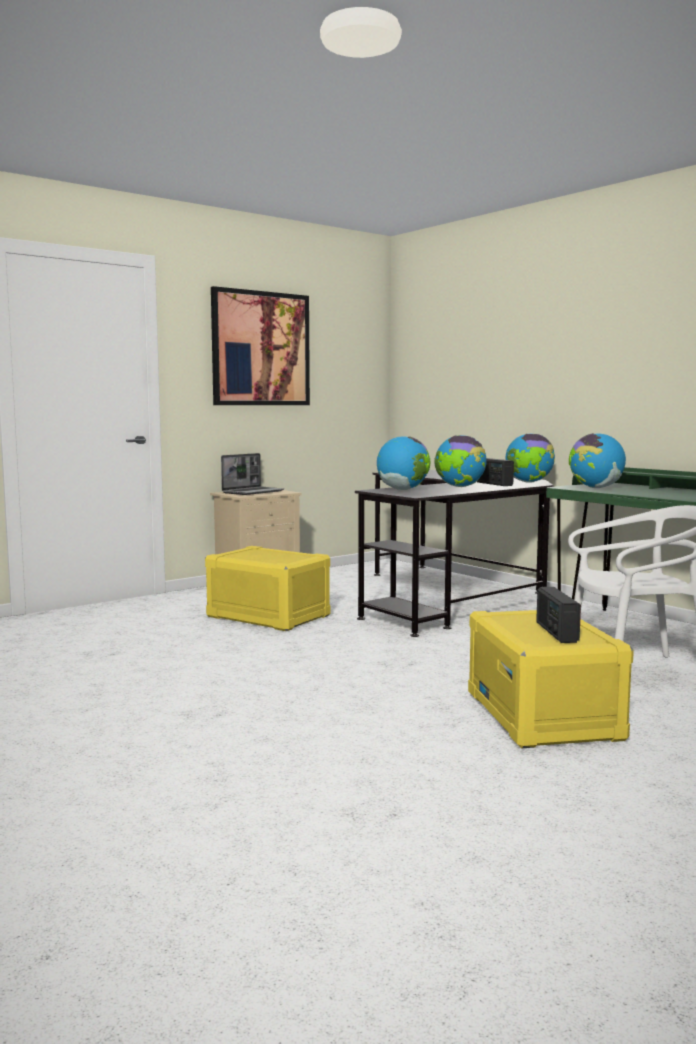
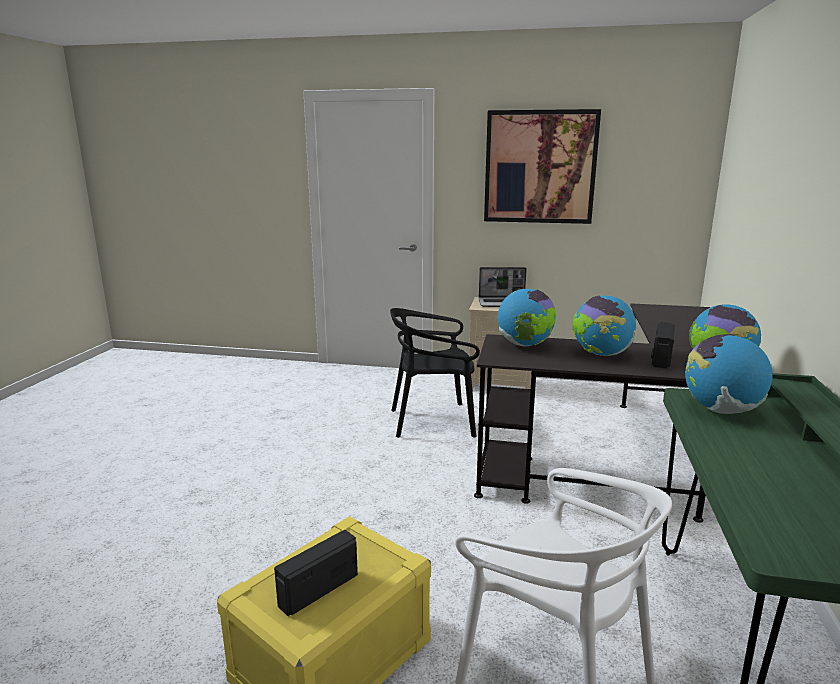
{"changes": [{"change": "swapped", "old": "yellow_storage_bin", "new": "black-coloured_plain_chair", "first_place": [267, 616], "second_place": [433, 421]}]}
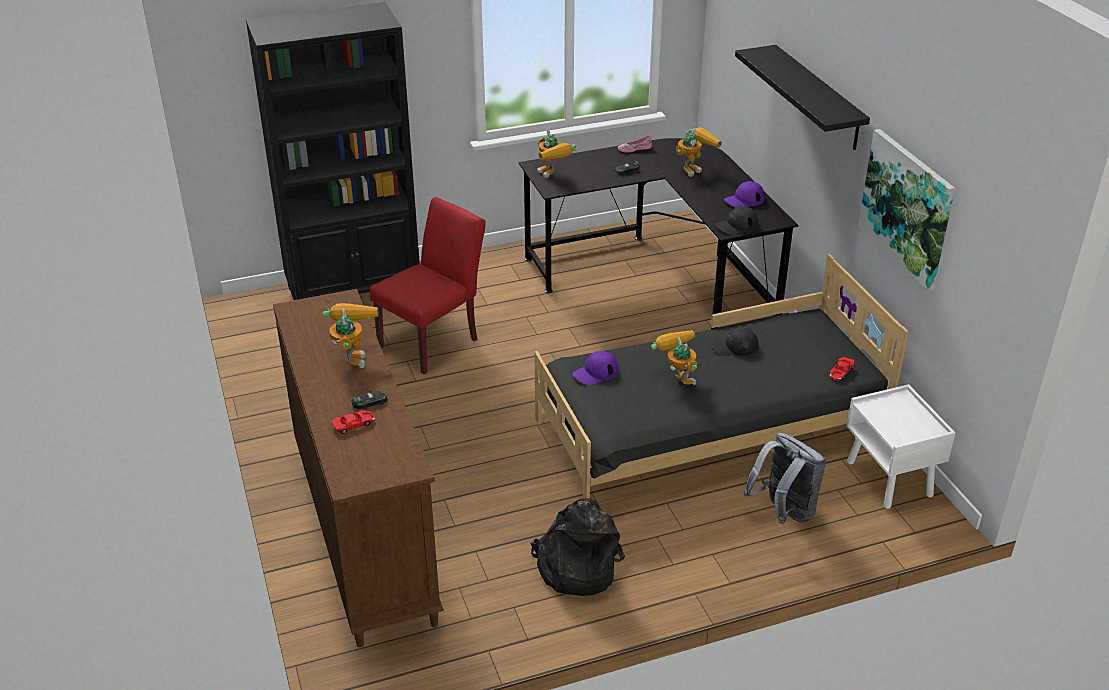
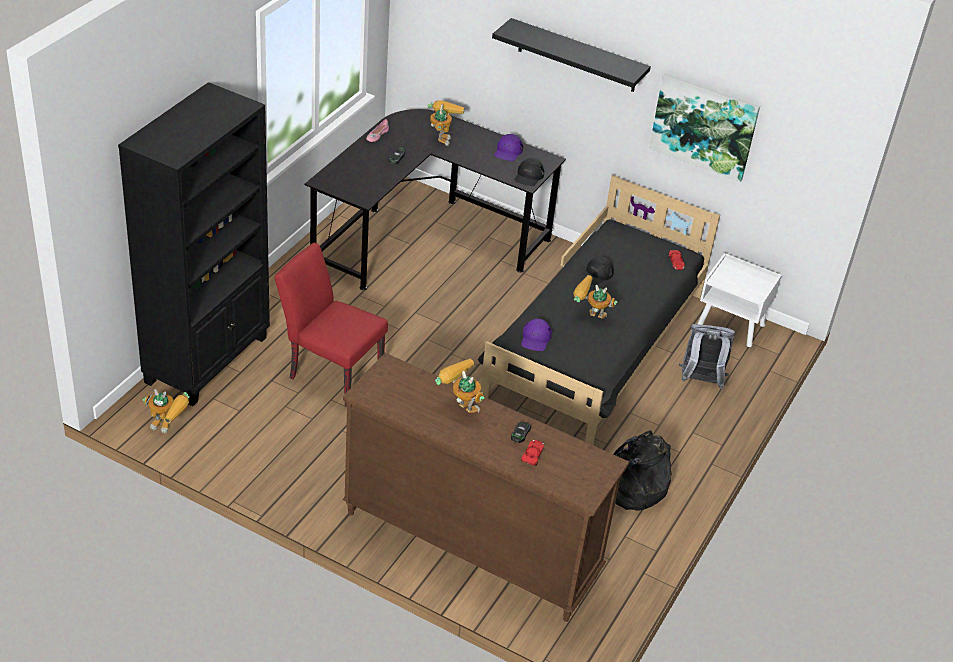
{"changes": [{"change": "shifted", "old": "robot_figure", "first_place": [553, 175], "second_place": [169, 426]}, {"change": "rotated", "old": "red-coloured_plain_chair", "first_place": [434, 340], "second_place": [330, 372], "degrees": -60}]}
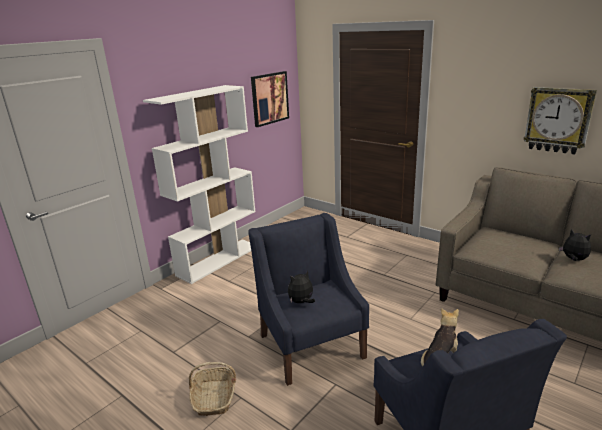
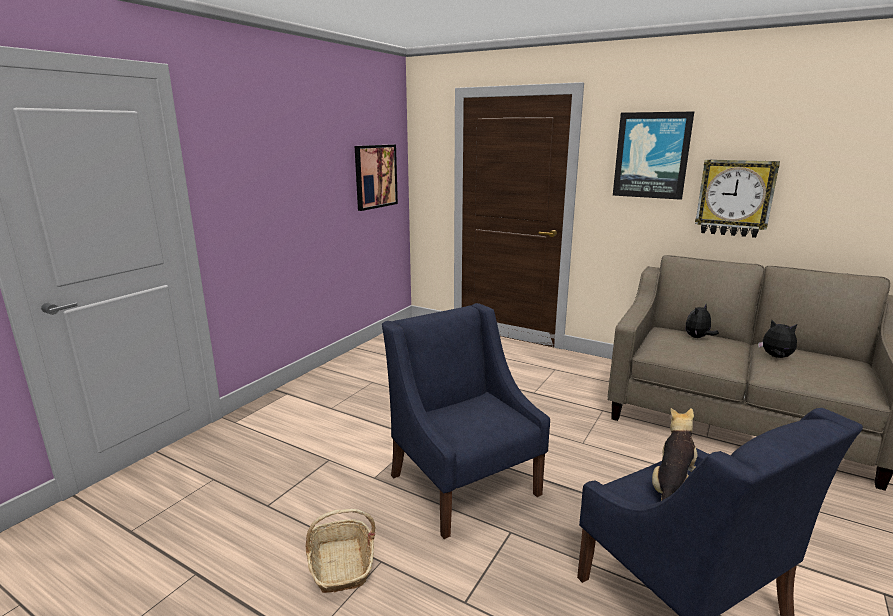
{"changes": [{"change": "new", "new": "wall_picture", "second_place": [651, 155]}, {"change": "shifted", "old": "plush_toy", "first_place": [301, 302], "second_place": [698, 337]}, {"change": "gone", "old": "white_shelving_unit", "first_place": [219, 260]}]}
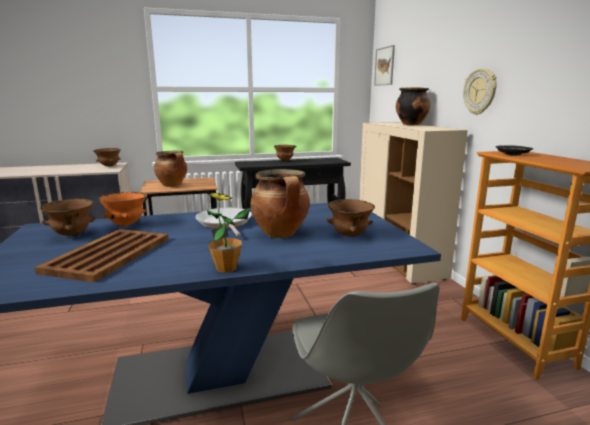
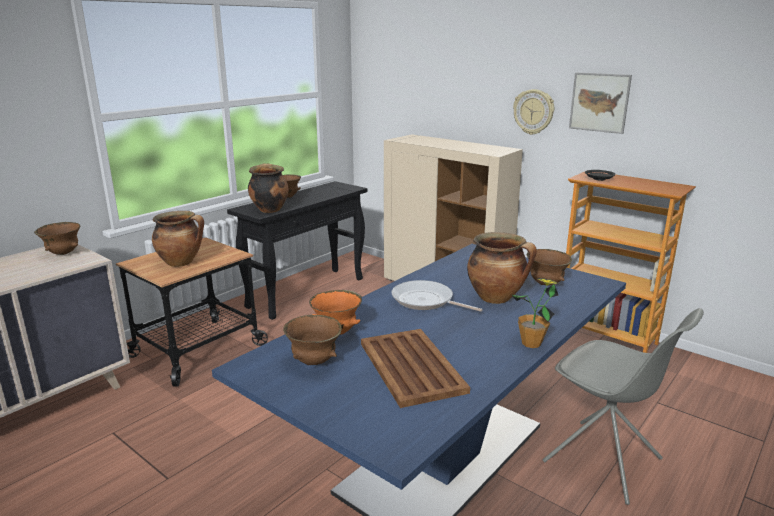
{"changes": [{"change": "shifted", "old": "cooking_pot", "first_place": [411, 124], "second_place": [269, 209]}, {"change": "shifted", "old": "wall_picture", "first_place": [384, 66], "second_place": [599, 102]}]}
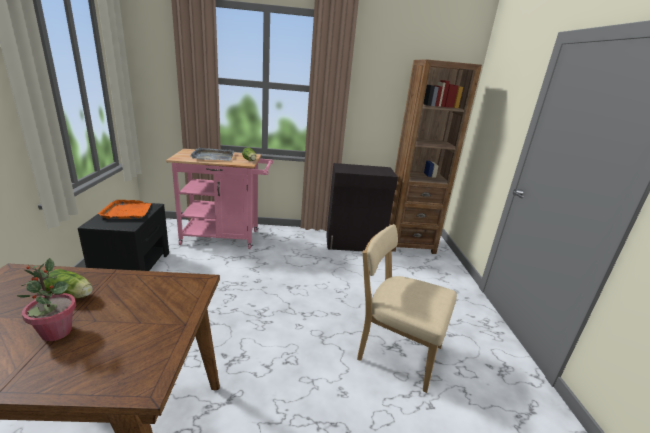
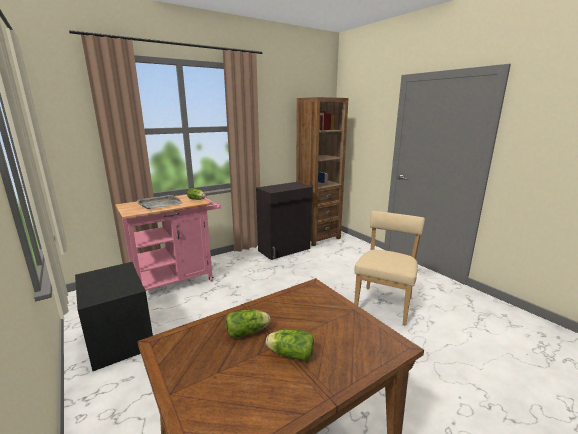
{"changes": [{"change": "swapped", "old": "potted_plant", "new": "head_of_lettuce", "first_place": [56, 332], "second_place": [289, 354]}, {"change": "rotated", "old": "beige-coloured_plain_chair", "first_place": [395, 351], "second_place": [384, 303], "degrees": 120}, {"change": "gone", "old": "orange_carrying_tray", "first_place": [127, 211]}]}
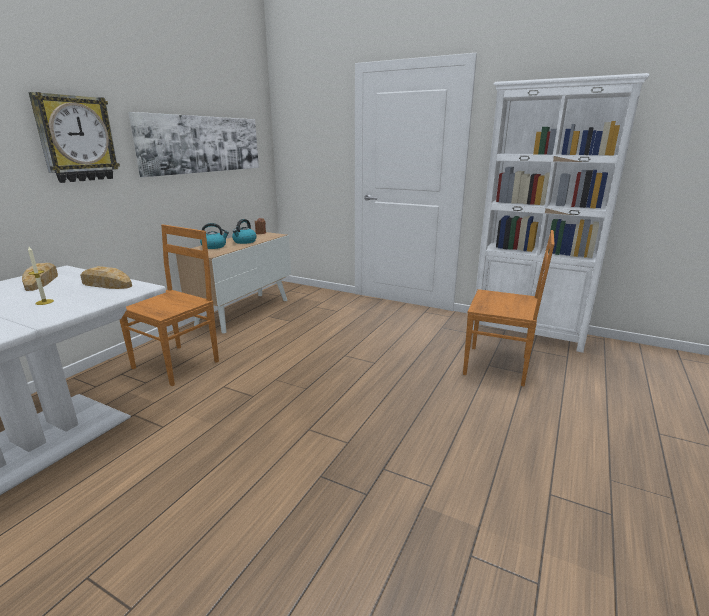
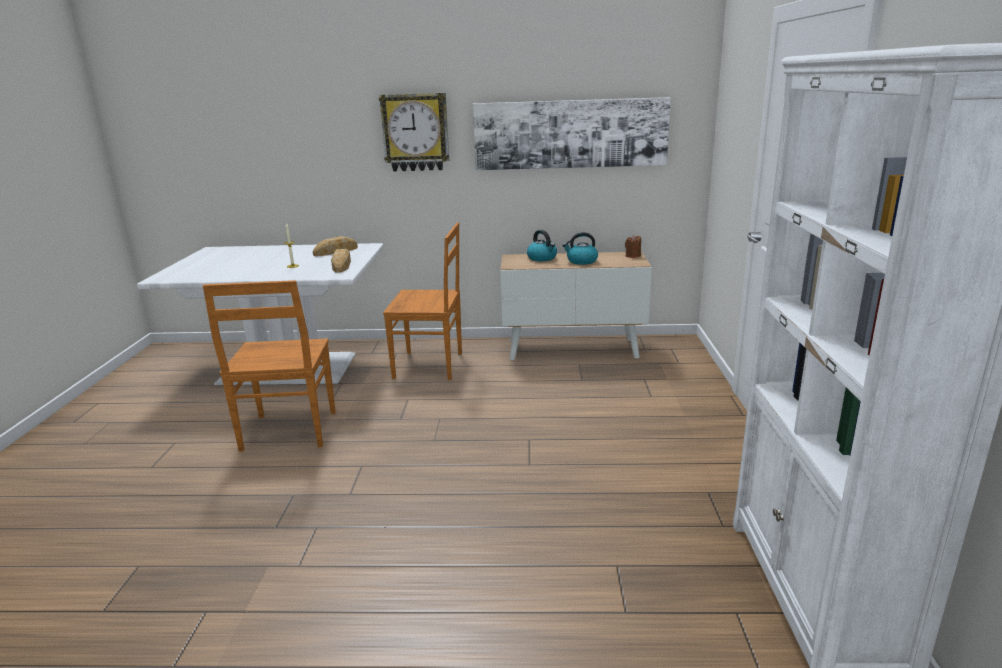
{"changes": [{"change": "shifted", "old": "brown_plain_chair", "first_place": [498, 366], "second_place": [288, 432]}]}
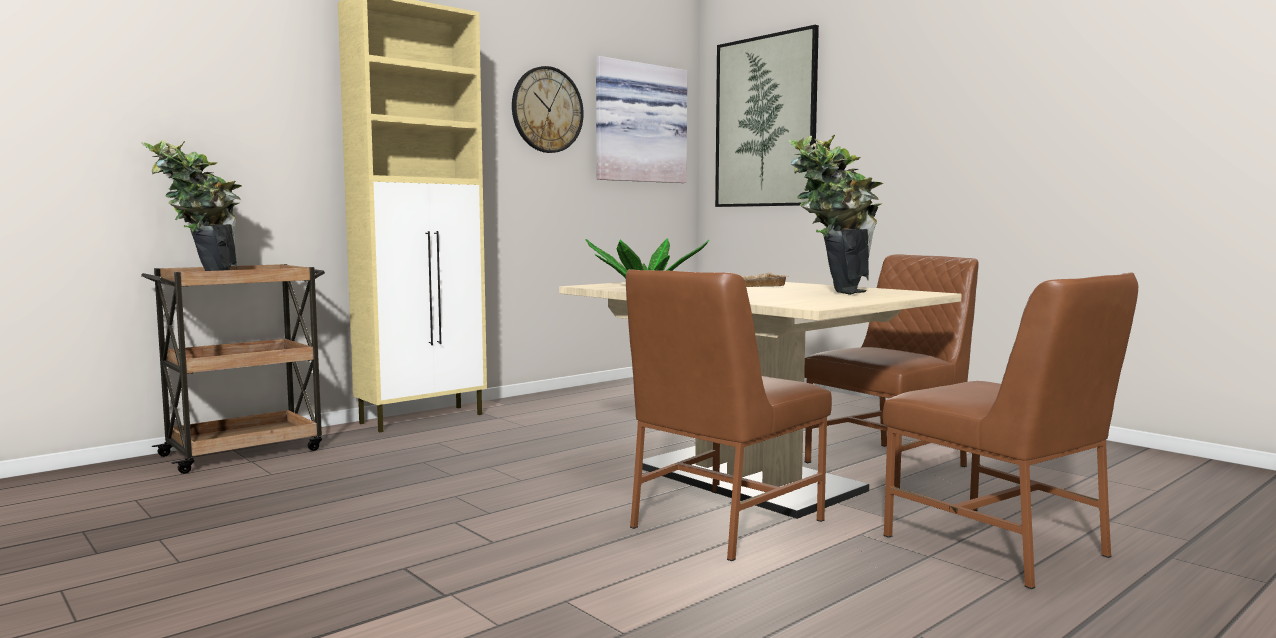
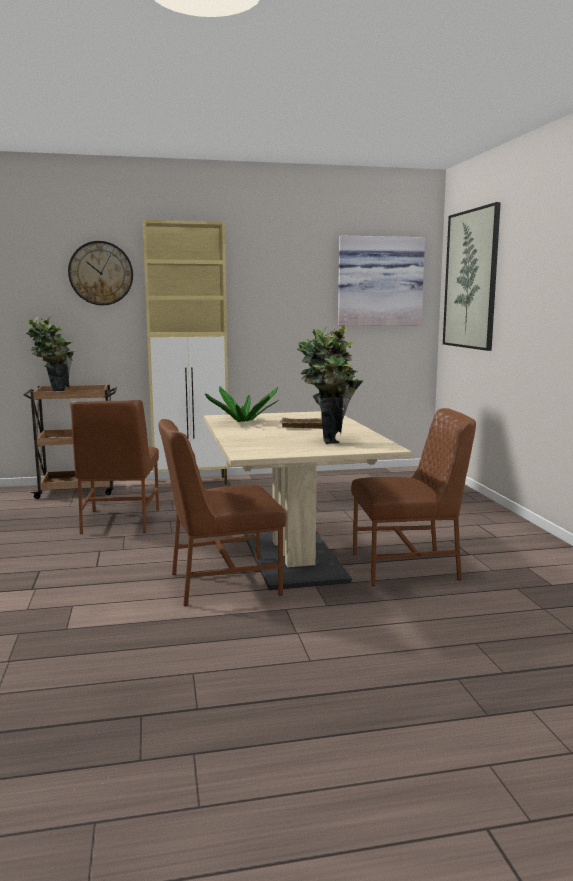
{"changes": [{"change": "shifted", "old": "wall_clock", "first_place": [547, 110], "second_place": [101, 273]}, {"change": "shifted", "old": "brown_plain_chair", "first_place": [999, 546], "second_place": [119, 521]}]}
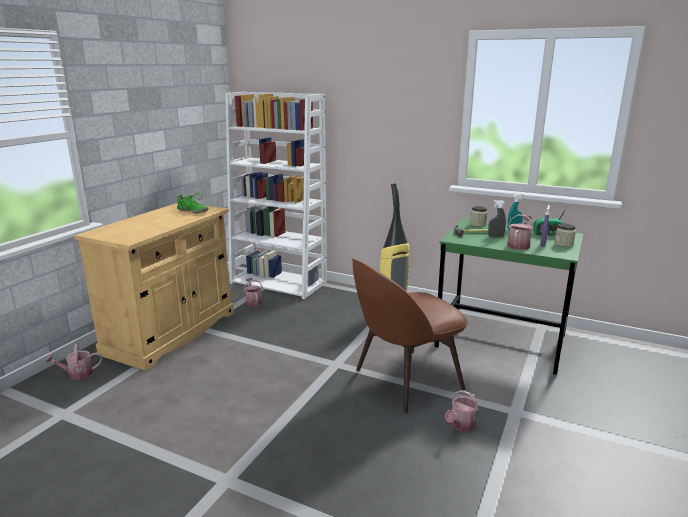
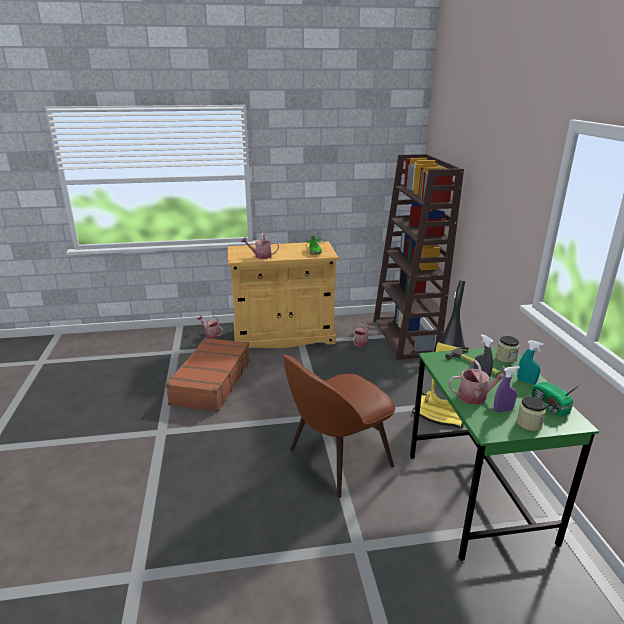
{"changes": [{"change": "new", "new": "brown_piece_of_luggage", "second_place": [211, 382]}, {"change": "shifted", "old": "watering_pot", "first_place": [460, 425], "second_place": [260, 256]}, {"change": "rotated", "old": "brown_plain_chair", "first_place": [404, 380], "second_place": [337, 460], "degrees": -60}, {"change": "repainted", "old": "white_shelving_unit", "new": "brown_shelving_unit", "first_place": [279, 282], "second_place": [405, 338]}]}
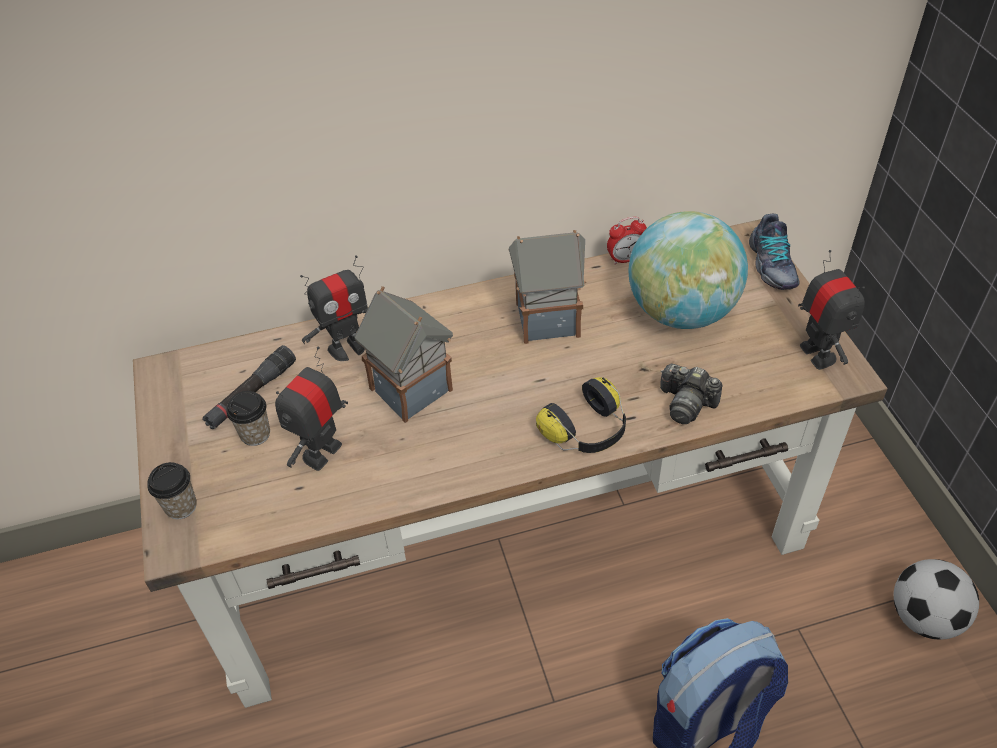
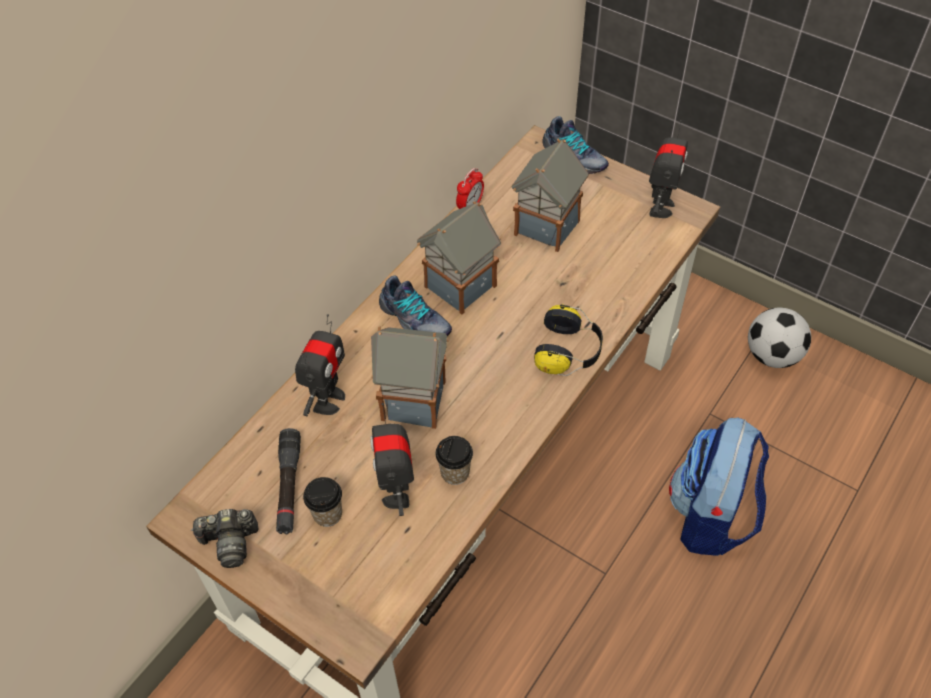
{"changes": [{"change": "shifted", "old": "still_camera", "first_place": [686, 403], "second_place": [230, 542]}, {"change": "new", "new": "item_of_footwear", "second_place": [414, 320]}, {"change": "shifted", "old": "cup", "first_place": [181, 506], "second_place": [455, 473]}, {"change": "swapped", "old": "desk_globe", "new": "toy_house", "first_place": [681, 312], "second_place": [547, 226]}, {"change": "rotated", "old": "robot_figure", "first_place": [817, 354], "second_place": [660, 207], "degrees": 75}]}
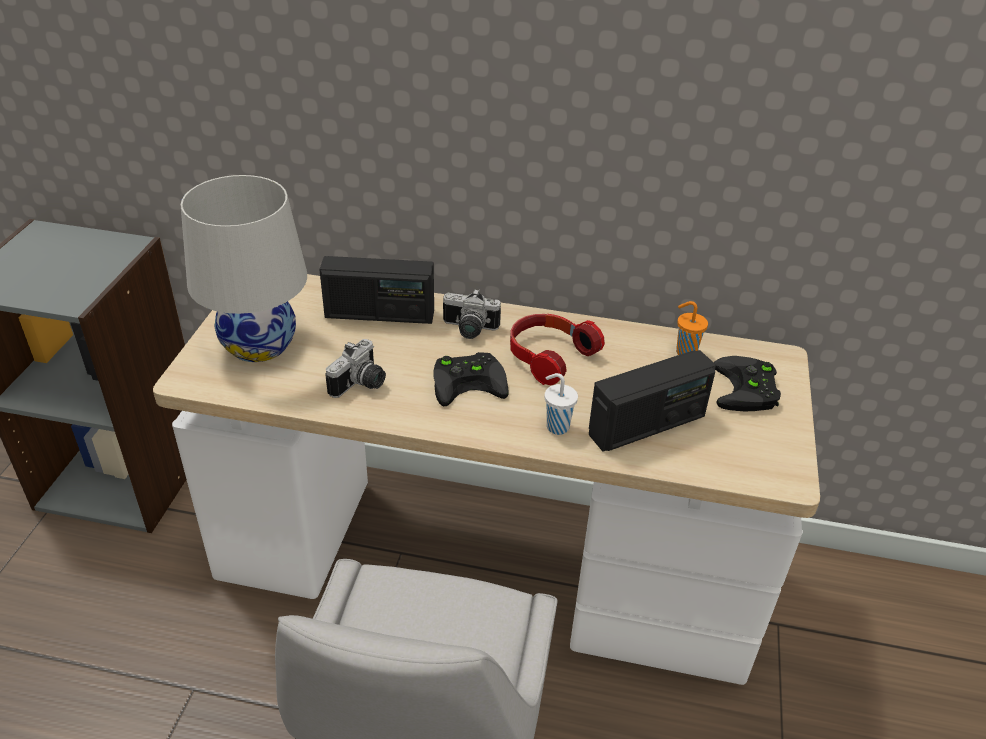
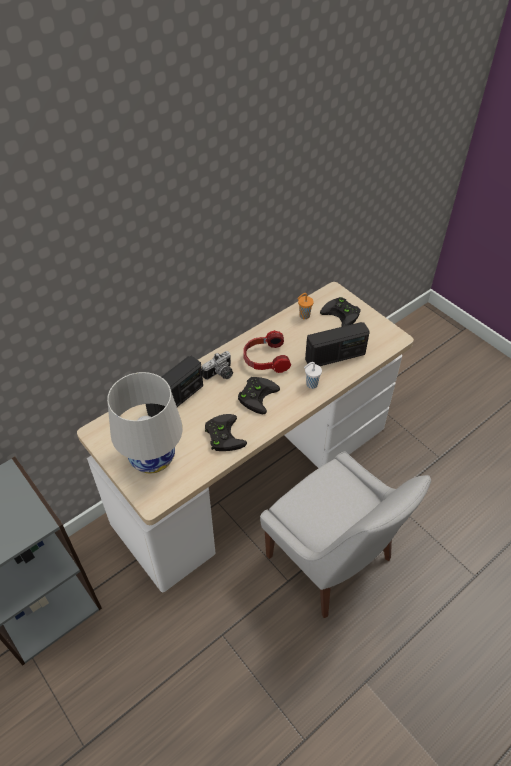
{"changes": [{"change": "swapped", "old": "still_camera", "new": "black-coloured_game_controller", "first_place": [361, 385], "second_place": [222, 435]}, {"change": "rotated", "old": "radio", "first_place": [647, 425], "second_place": [335, 356], "degrees": 60}]}
